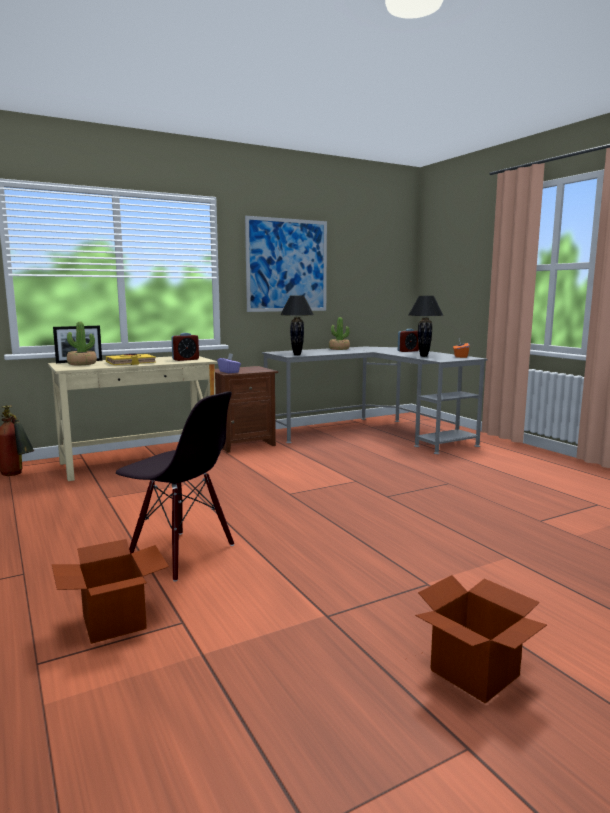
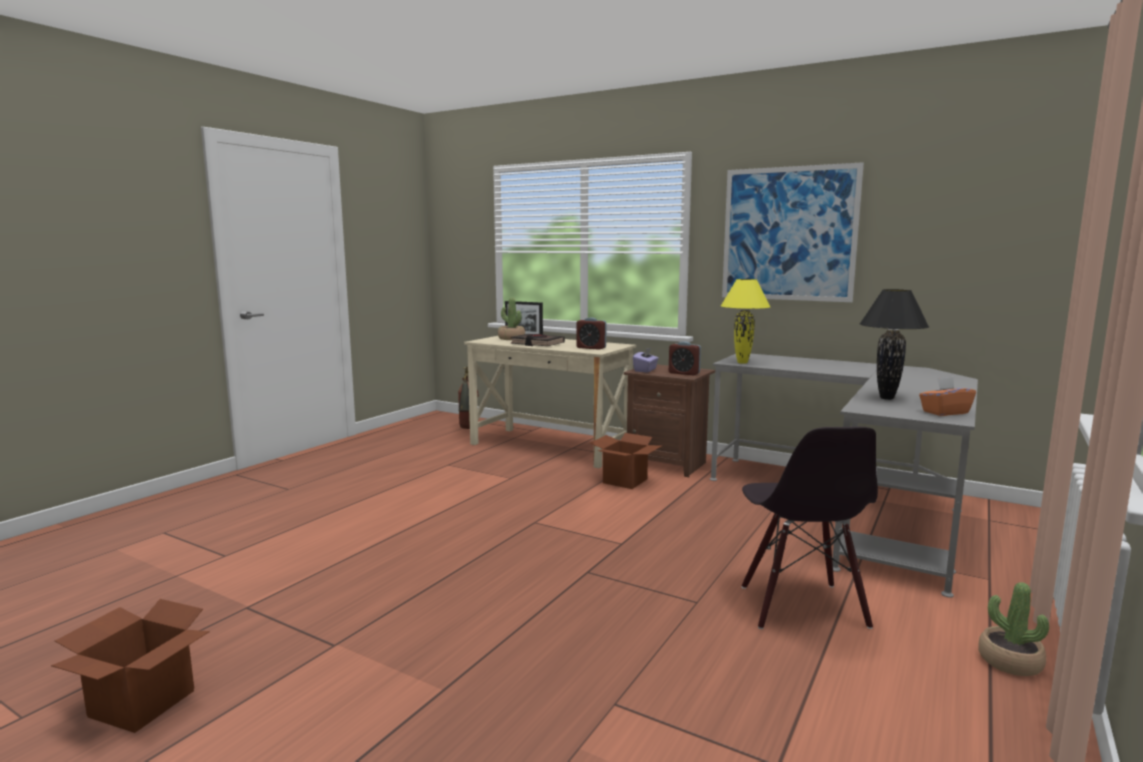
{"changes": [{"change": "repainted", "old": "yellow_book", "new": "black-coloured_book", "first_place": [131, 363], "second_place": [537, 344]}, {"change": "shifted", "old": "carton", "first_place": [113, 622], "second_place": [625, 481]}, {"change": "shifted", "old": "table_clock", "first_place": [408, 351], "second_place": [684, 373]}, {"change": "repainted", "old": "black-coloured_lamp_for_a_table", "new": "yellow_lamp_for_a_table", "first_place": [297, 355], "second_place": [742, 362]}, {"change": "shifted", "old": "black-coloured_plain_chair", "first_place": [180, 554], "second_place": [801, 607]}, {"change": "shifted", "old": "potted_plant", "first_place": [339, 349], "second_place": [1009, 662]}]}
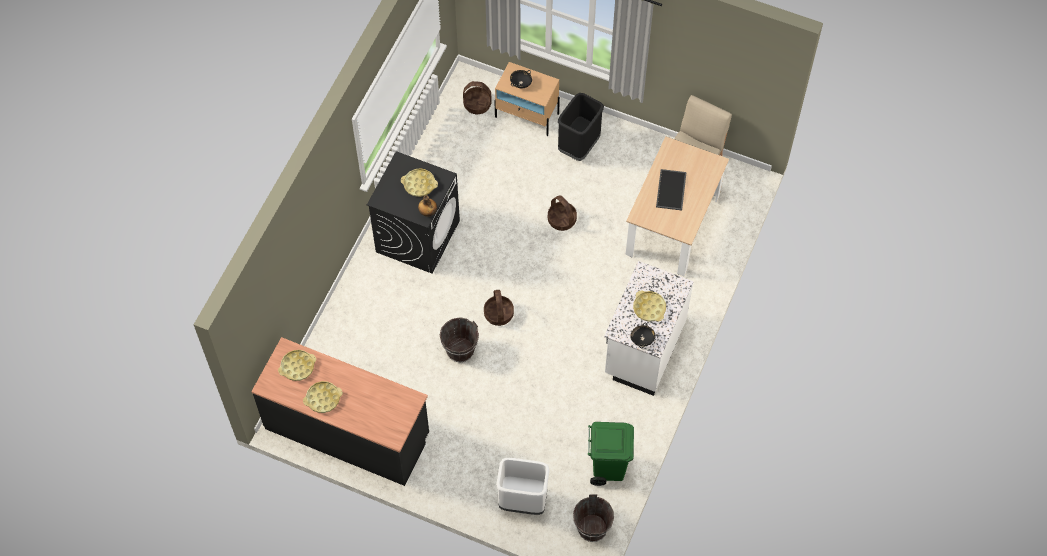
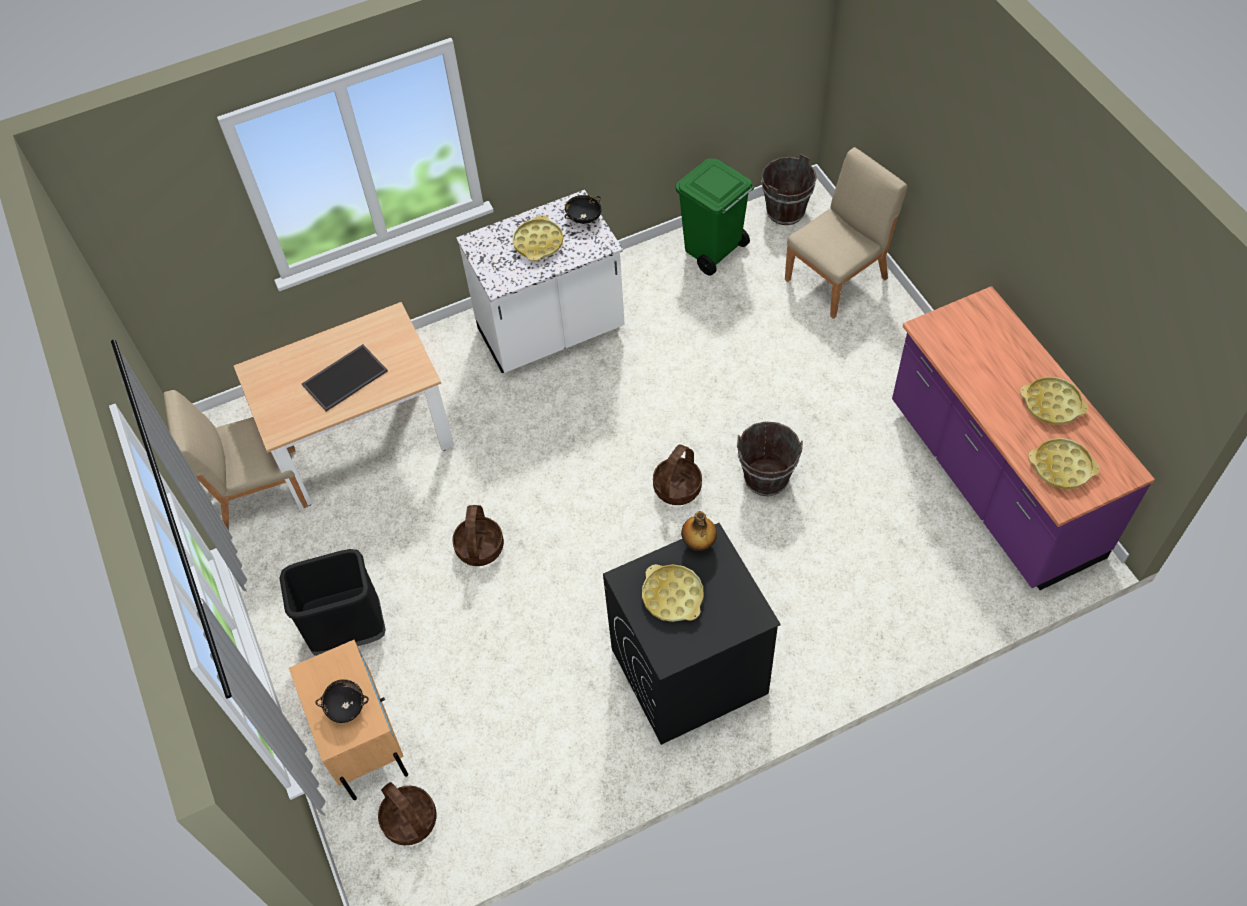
{"changes": [{"change": "swapped", "old": "white_trash_can", "new": "beige-coloured_plain_chair", "first_place": [522, 501], "second_place": [837, 278]}, {"change": "repainted", "old": "black-coloured_kitchen_base_unit", "new": "purplish_kitchen_base_unit", "first_place": [347, 431], "second_place": [992, 481]}]}
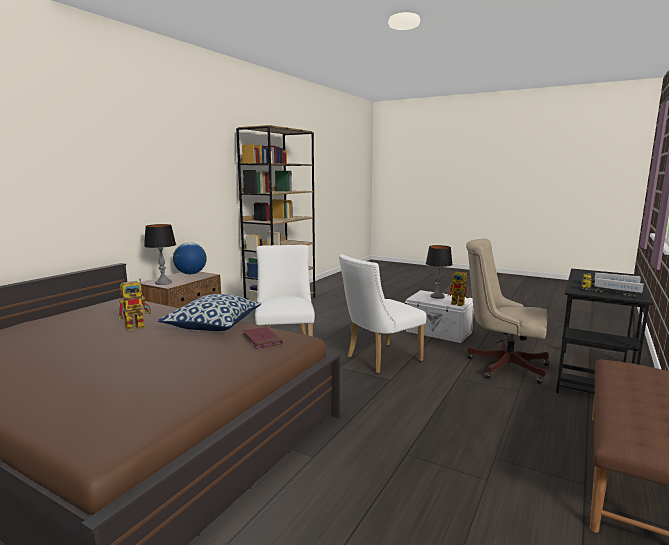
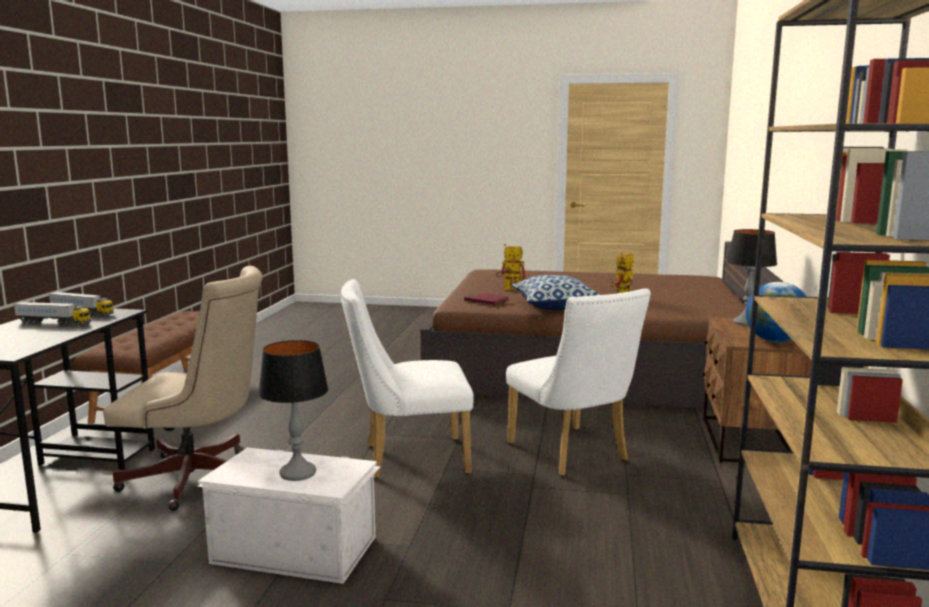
{"changes": [{"change": "rotated", "old": "white_plain_chair", "first_place": [379, 360], "second_place": [407, 459], "degrees": -135}, {"change": "shifted", "old": "robot_figure", "first_place": [461, 304], "second_place": [508, 289]}]}
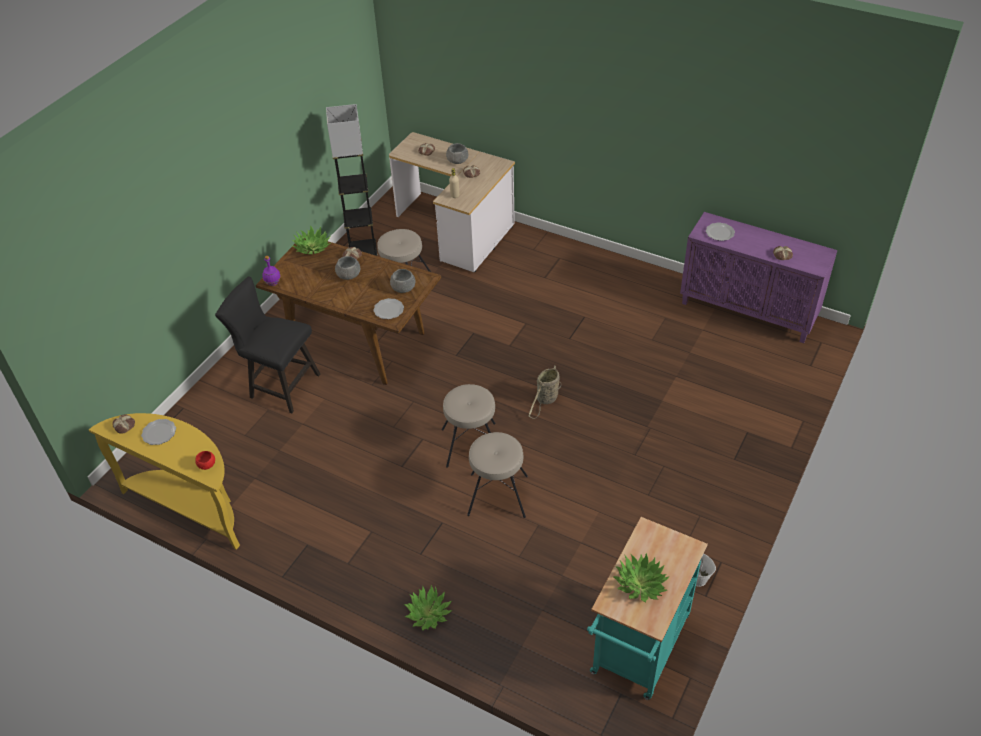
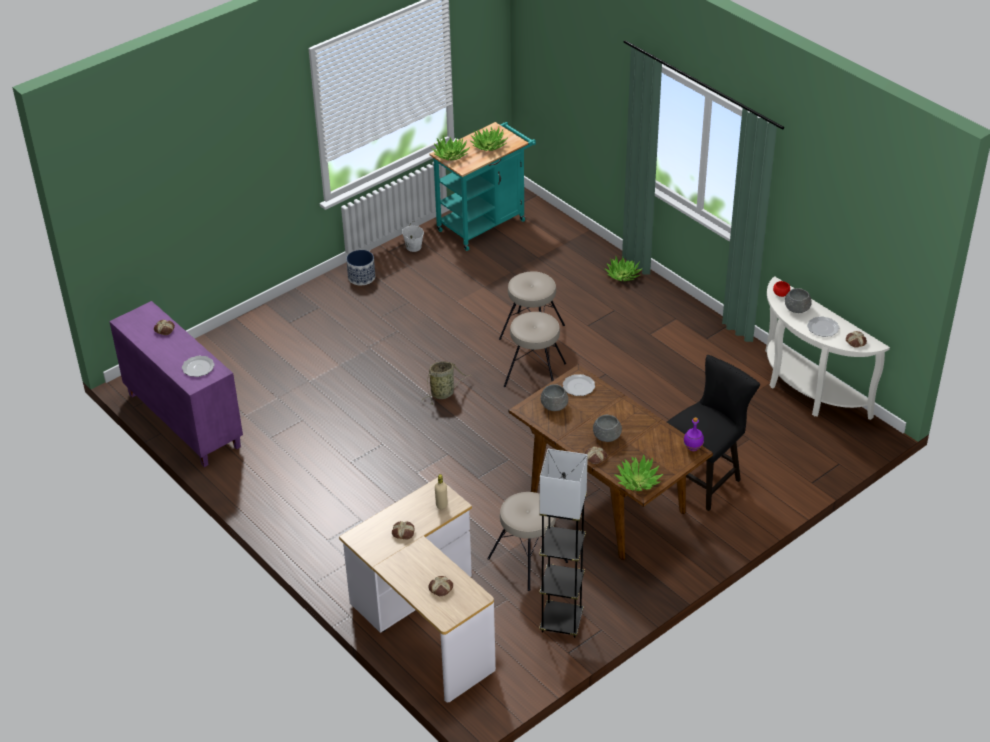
{"changes": [{"change": "new", "new": "plant_pot", "second_place": [361, 277]}, {"change": "new", "new": "potted_plant", "second_place": [451, 155]}, {"change": "rotated", "old": "black-coloured_plain_chair", "first_place": [280, 385], "second_place": [704, 478], "degrees": -90}, {"change": "repainted", "old": "yellow_narrow_table", "new": "white_narrow_table", "first_place": [191, 506], "second_place": [806, 391]}, {"change": "shifted", "old": "gray_serving_bowl", "first_place": [457, 160], "second_place": [797, 308]}]}
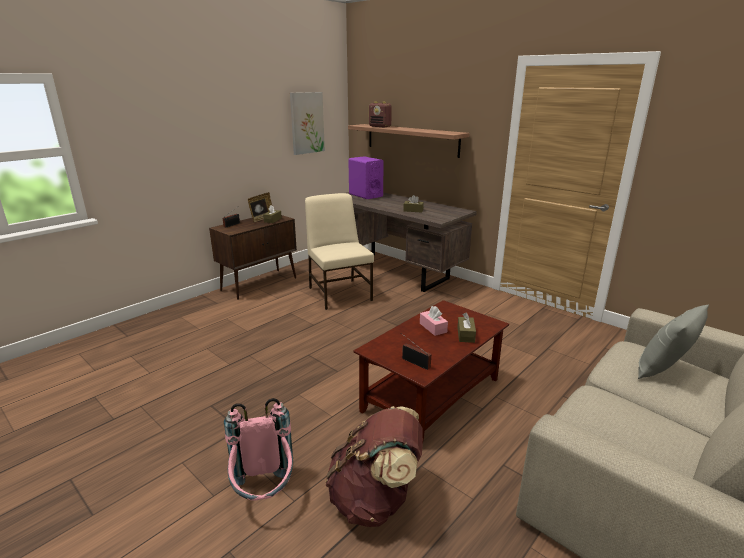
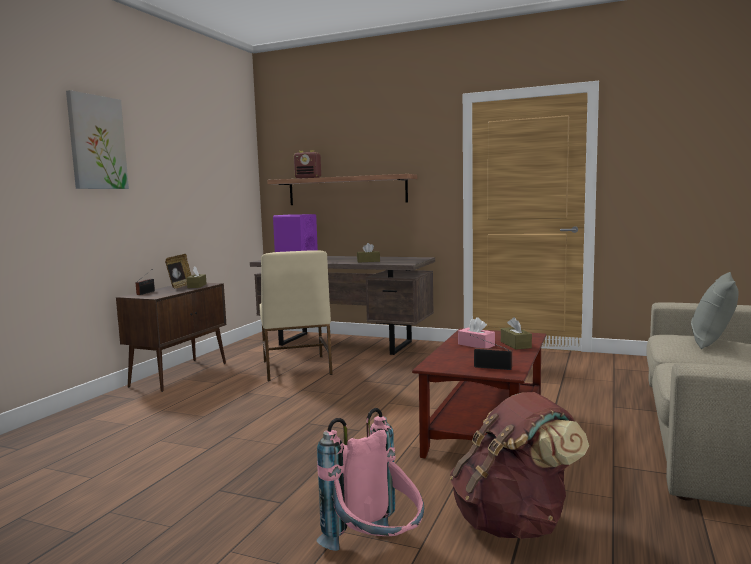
{"changes": [{"change": "shifted", "old": "wall_picture", "first_place": [307, 123], "second_place": [97, 142]}, {"change": "rotated", "old": "beige-coloured_plain_chair", "first_place": [340, 293], "second_place": [296, 368], "degrees": -150}]}
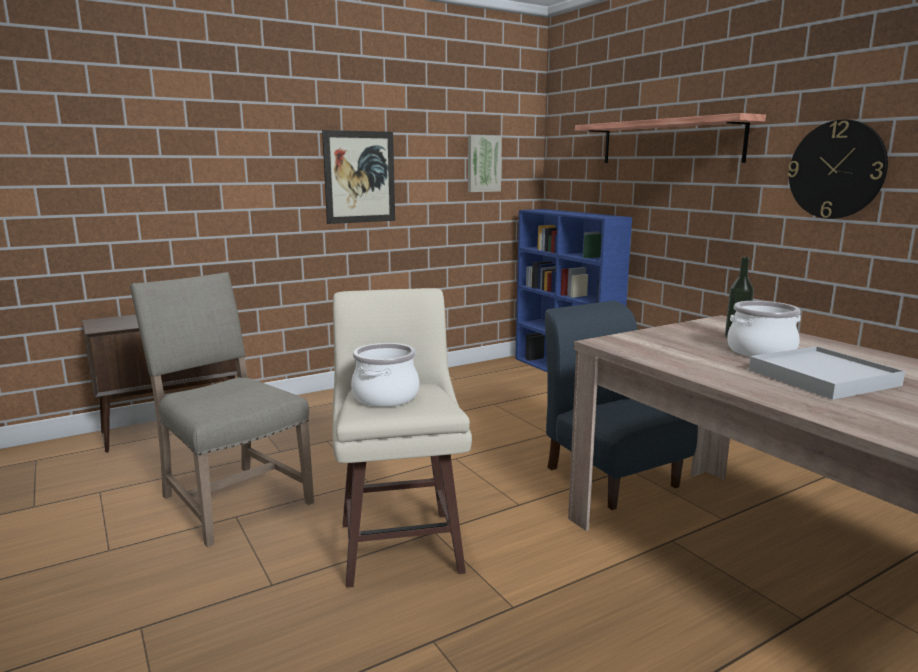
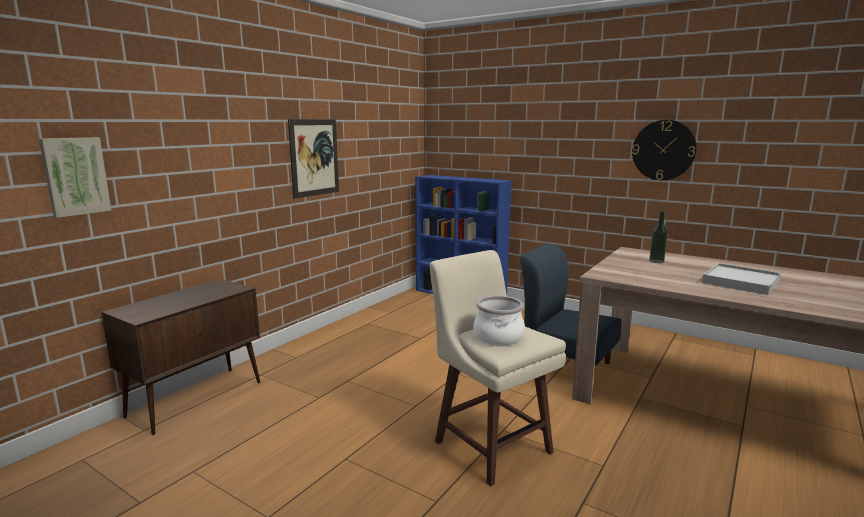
{"changes": [{"change": "shifted", "old": "wall_picture", "first_place": [483, 164], "second_place": [75, 176]}, {"change": "gone", "old": "beige-coloured_plain_chair", "first_place": [231, 499]}, {"change": "gone", "old": "bracket_shelf", "first_place": [669, 142]}, {"change": "gone", "old": "cooking_pot", "first_place": [761, 352]}]}
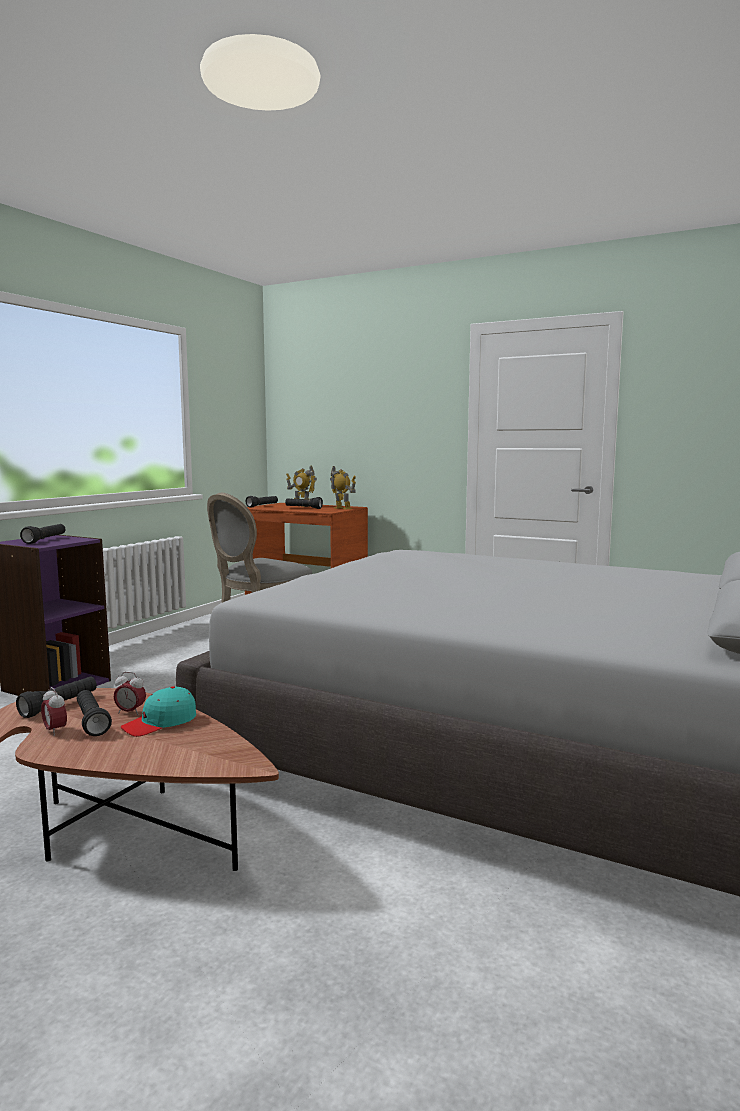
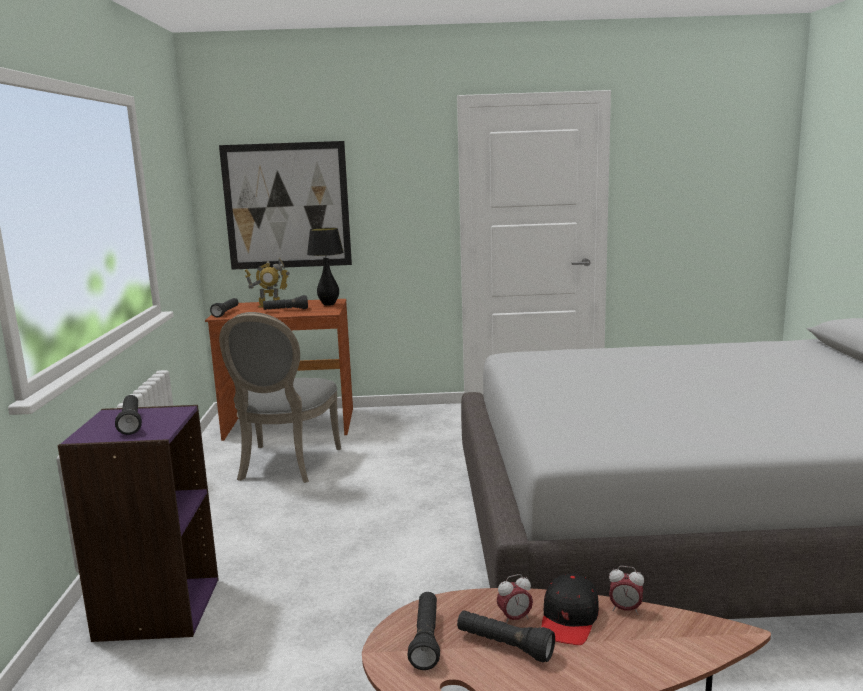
{"changes": [{"change": "new", "new": "wall_picture", "second_place": [287, 206]}, {"change": "swapped", "old": "robot_figure", "new": "black-coloured_lamp_for_a_table", "first_place": [342, 508], "second_place": [329, 304]}, {"change": "repainted", "old": "turquoise_cap", "new": "black-coloured_cap", "first_place": [160, 723], "second_place": [569, 620]}, {"change": "shifted", "old": "table_clock", "first_place": [55, 731], "second_place": [625, 609]}]}
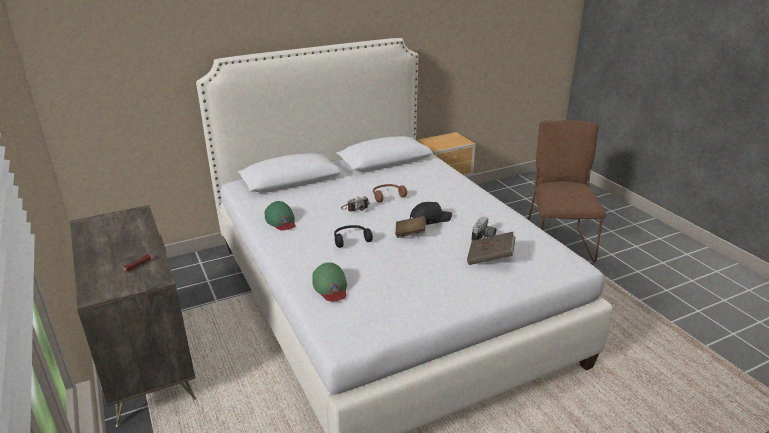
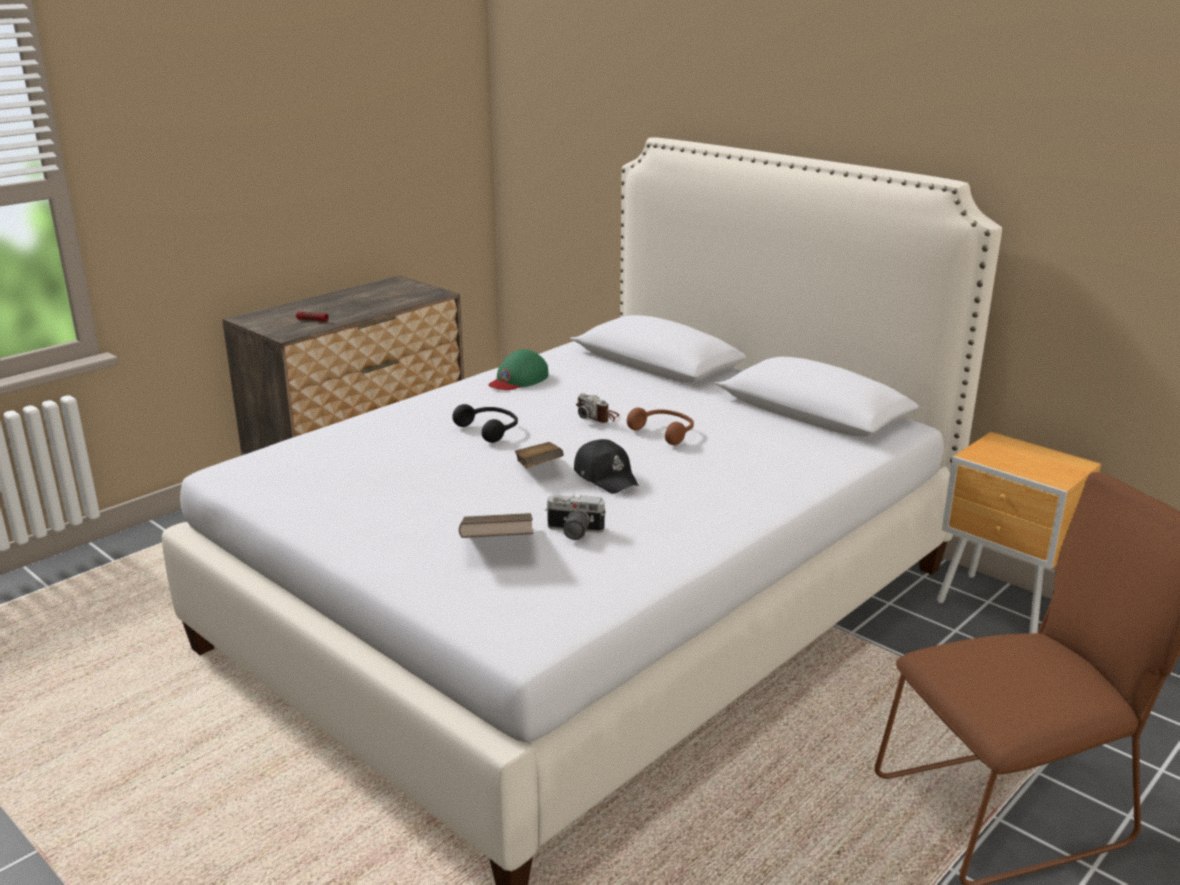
{"changes": [{"change": "gone", "old": "greenish_cap", "first_place": [330, 286]}]}
